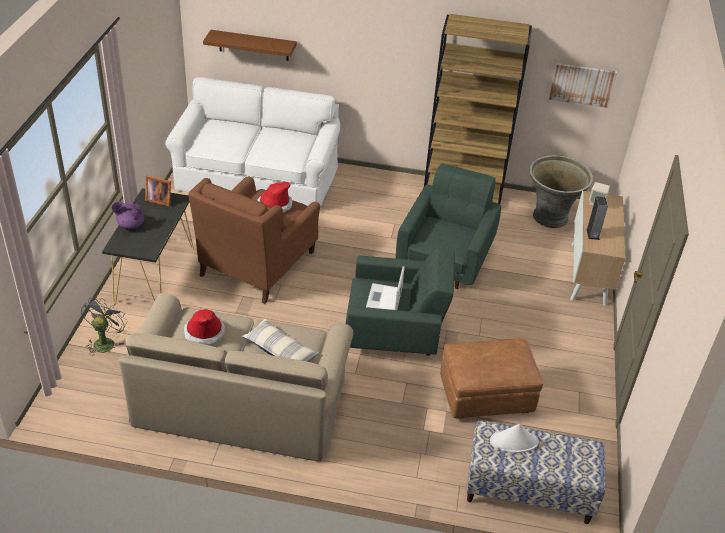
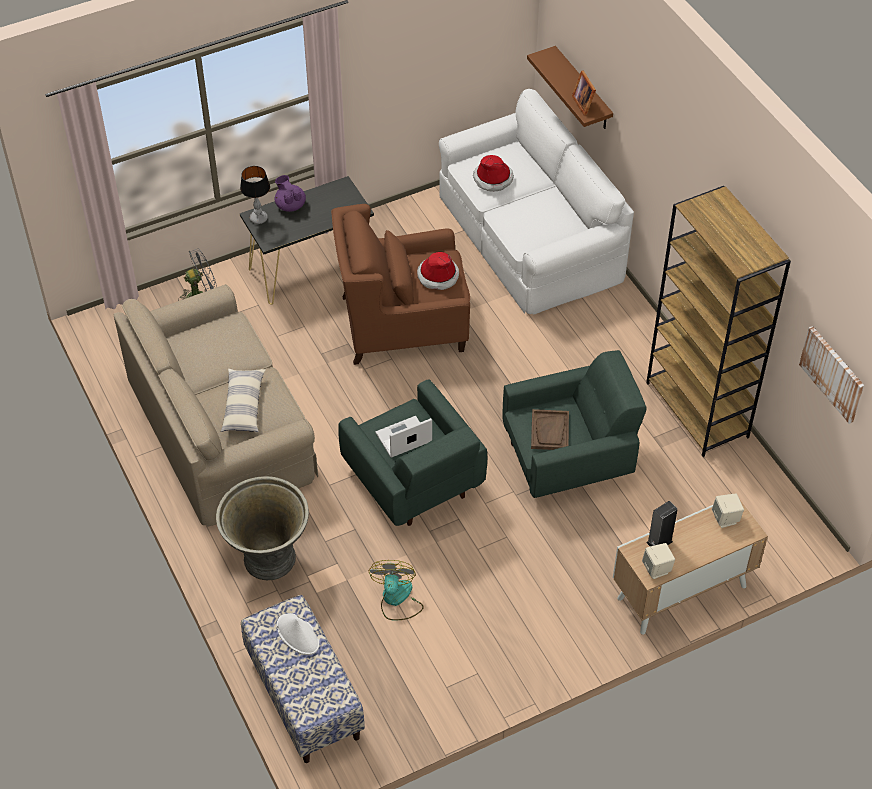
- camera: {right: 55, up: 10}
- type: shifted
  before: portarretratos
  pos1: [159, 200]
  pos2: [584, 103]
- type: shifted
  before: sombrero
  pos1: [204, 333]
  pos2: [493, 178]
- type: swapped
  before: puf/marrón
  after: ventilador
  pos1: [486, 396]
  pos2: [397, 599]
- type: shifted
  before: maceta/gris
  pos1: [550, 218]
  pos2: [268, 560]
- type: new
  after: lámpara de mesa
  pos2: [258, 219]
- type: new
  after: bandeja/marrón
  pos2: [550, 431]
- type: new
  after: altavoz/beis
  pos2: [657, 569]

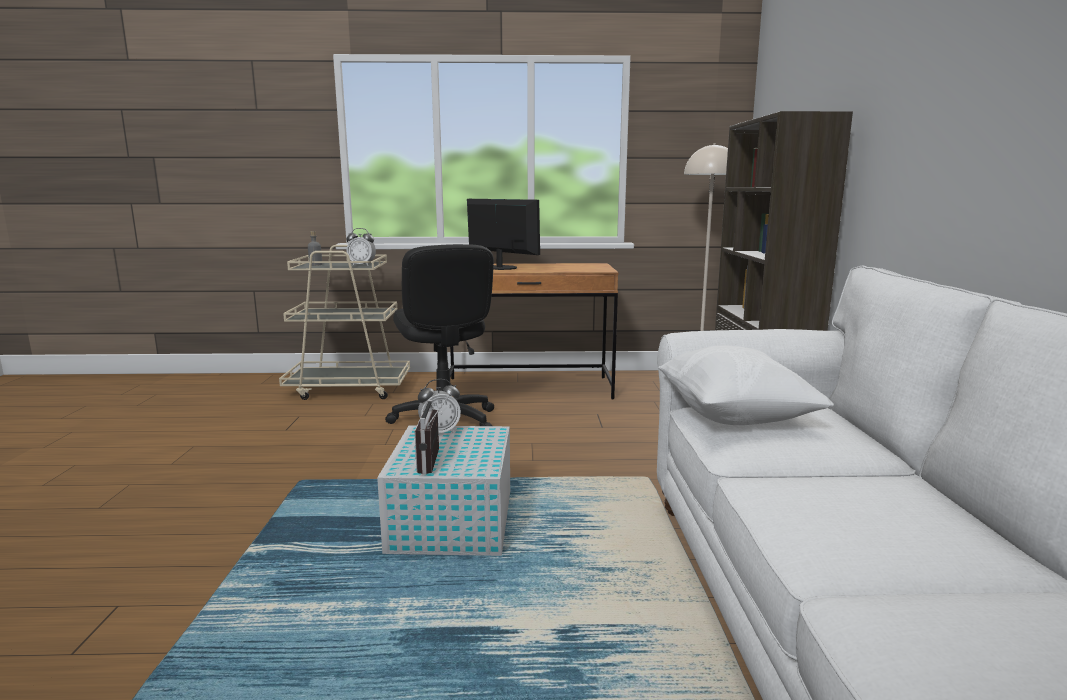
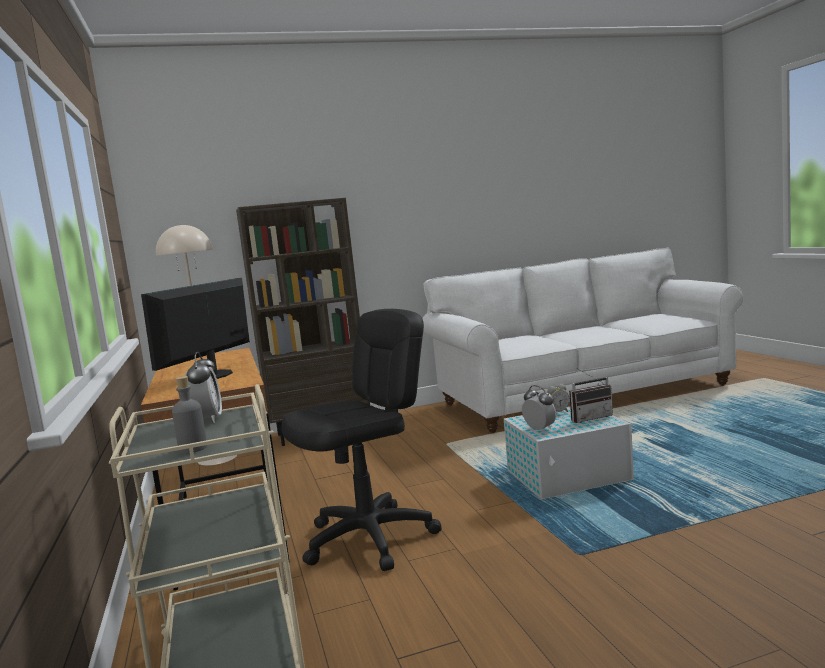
- camera: {right: -105, up: -5}
- type: gone
  before: cojín/blanco
  pos1: [733, 418]
- type: new
  after: despertador
  pos2: [557, 413]

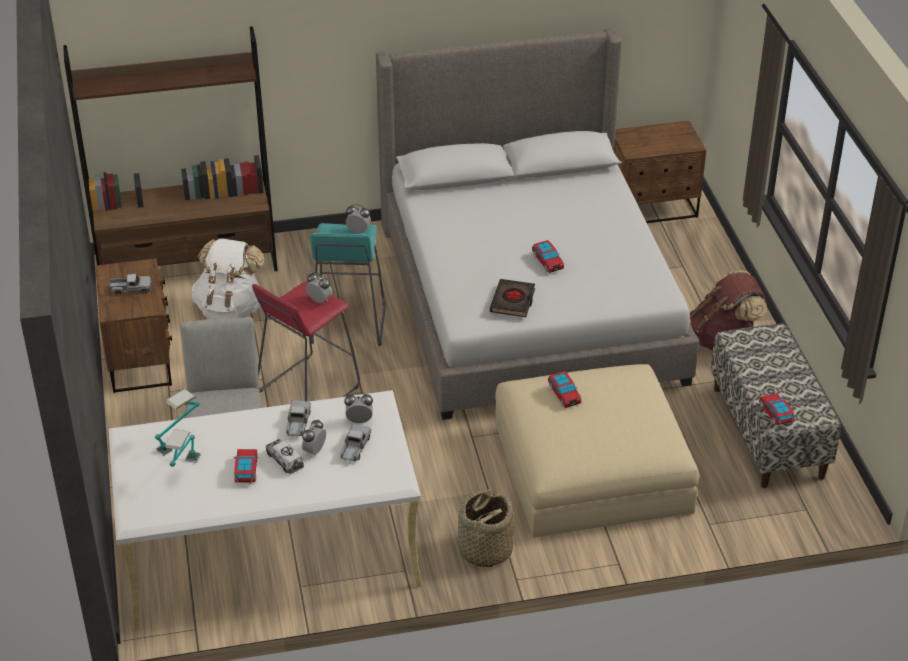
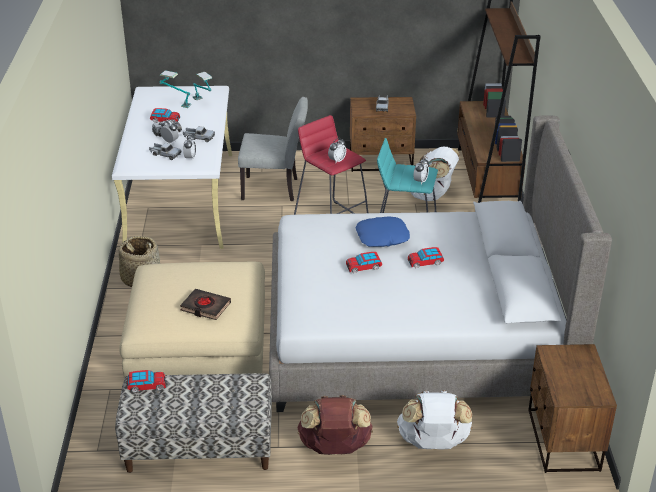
- camera: {right: 100, up: -5}
- type: shifted
  before: libro/negro
  pos1: [513, 301]
  pos2: [205, 307]
- type: shifted
  before: coche de juguete
  pos1: [564, 394]
  pos2: [425, 262]
- type: new
  after: cojín/azul
  pos2: [382, 237]
- type: new
  after: mochila/blanco
  pos2: [433, 443]

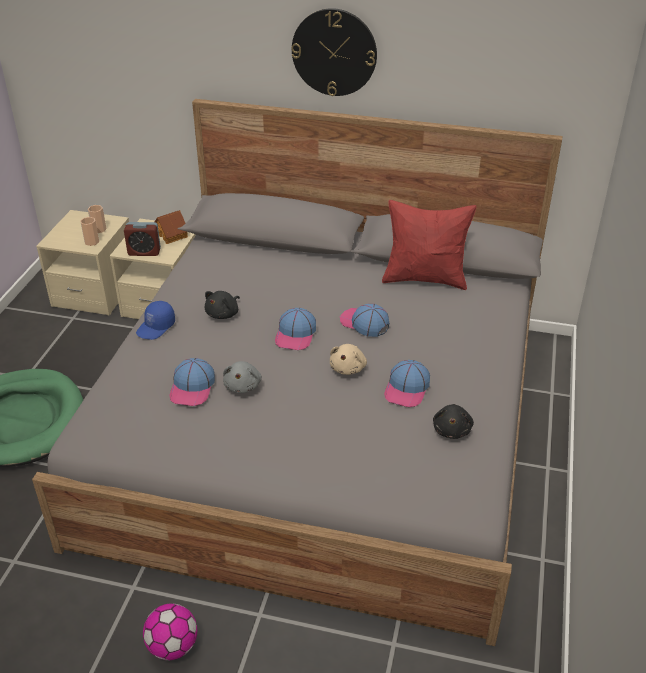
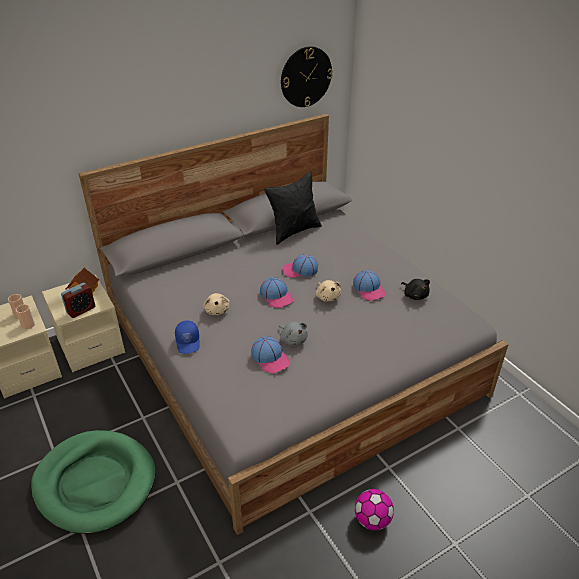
- camera: {right: -45, up: 0}
- type: repainted
  before: peluche/negro
  after: peluche/beis
  pos1: [223, 314]
  pos2: [217, 310]
- type: shifted
  before: reloj de pared
  pos1: [334, 52]
  pos2: [306, 77]
- type: repainted
  before: cojín/rojo
  after: cojín/negro
  pos1: [425, 279]
  pos2: [294, 231]

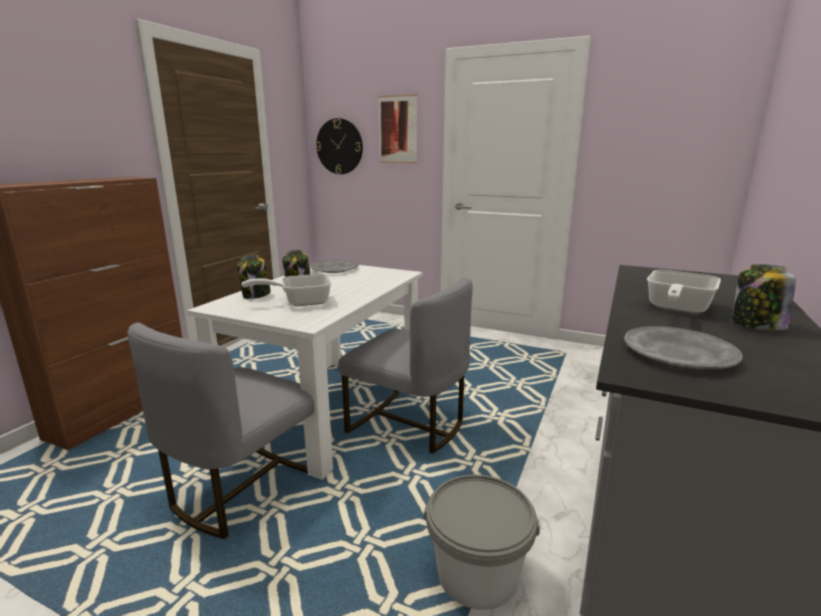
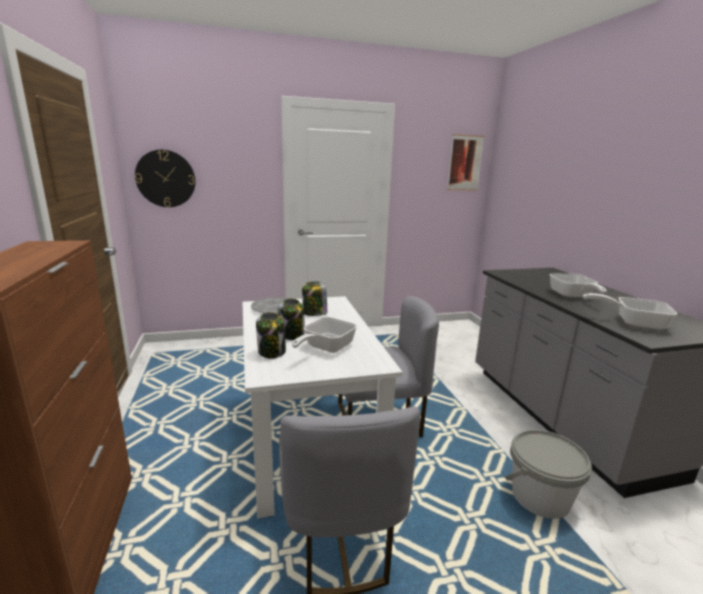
- camera: {right: -40, up: 0}
- type: shifted
  before: cuadro
  pos1: [398, 129]
  pos2: [465, 163]
- type: swapped
  before: plato/gris
  after: sartén
  pos1: [678, 353]
  pos2: [632, 322]
- type: shifted
  before: tarro
  pos1: [756, 325]
  pos2: [314, 313]

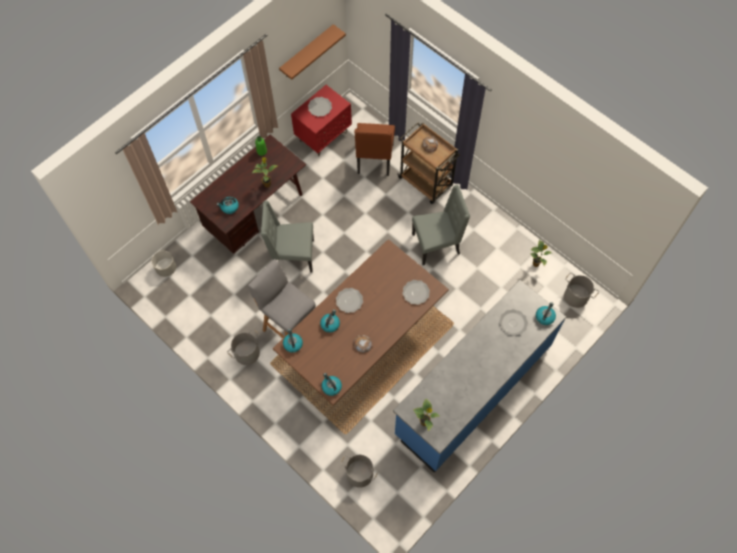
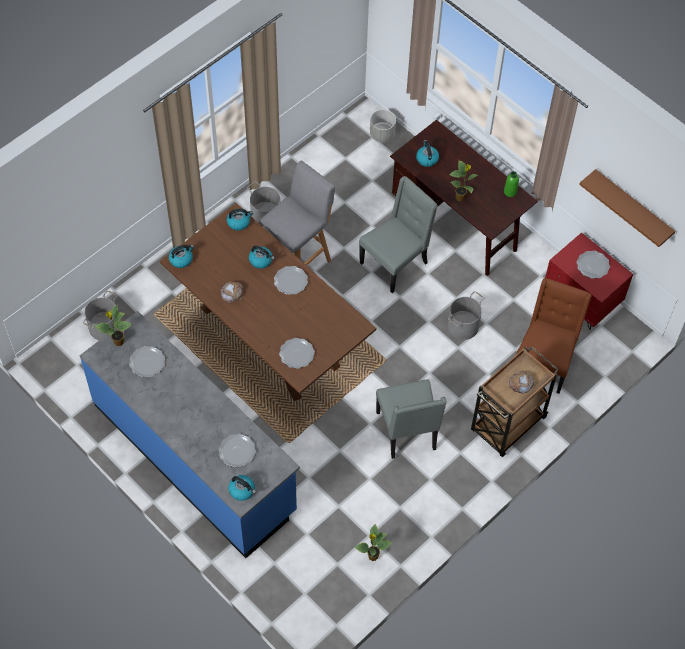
- camera: {right: 90, up: -5}
- type: rotated
  before: silla/gris
  pos1: [292, 256]
  pos2: [395, 263]
  turn: 45
- type: rotated
  before: silla/marrón
  pos1: [374, 160]
  pos2: [544, 362]
  turn: 105
- type: shifted
  before: cubo/gris
  pos1: [575, 296]
  pos2: [462, 326]
- type: new
  after: plato
  pos2: [147, 362]

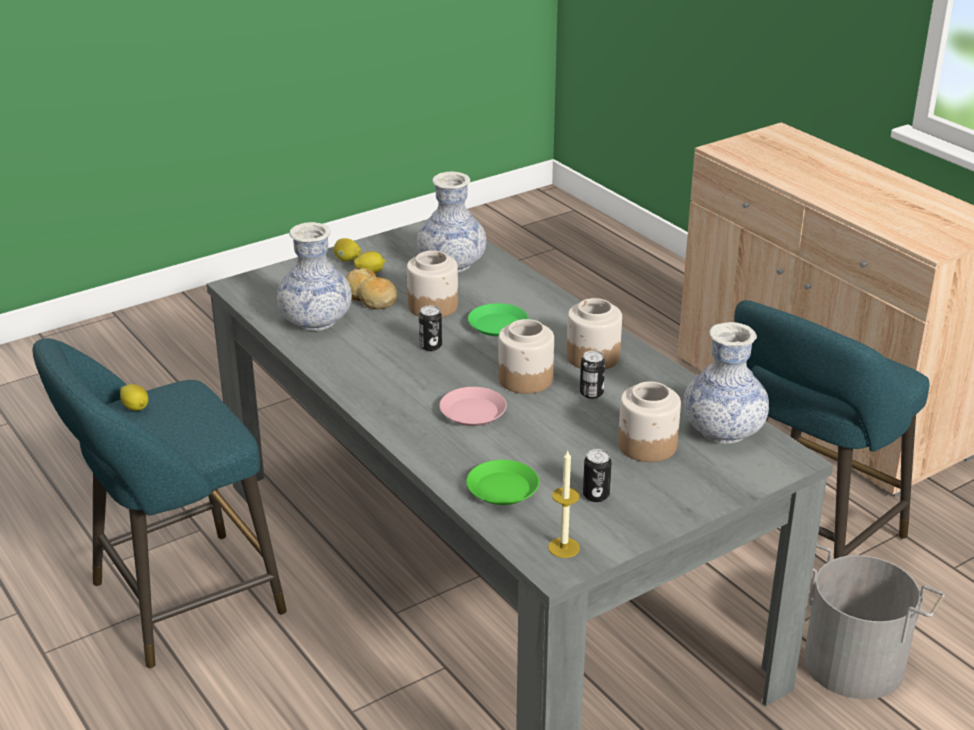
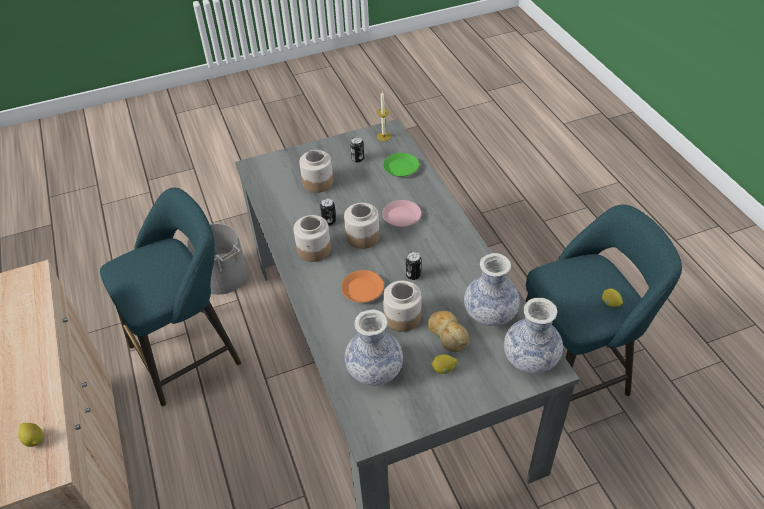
- camera: {right: -165, up: 15}
- type: shifted
  before: limón
  pos1: [347, 260]
  pos2: [34, 439]
- type: repainted
  before: plato/verde
  after: plato/naranja
  pos1: [498, 325]
  pos2: [362, 289]
- type: shifted
  before: florero
  pos1: [723, 431]
  pos2: [530, 358]

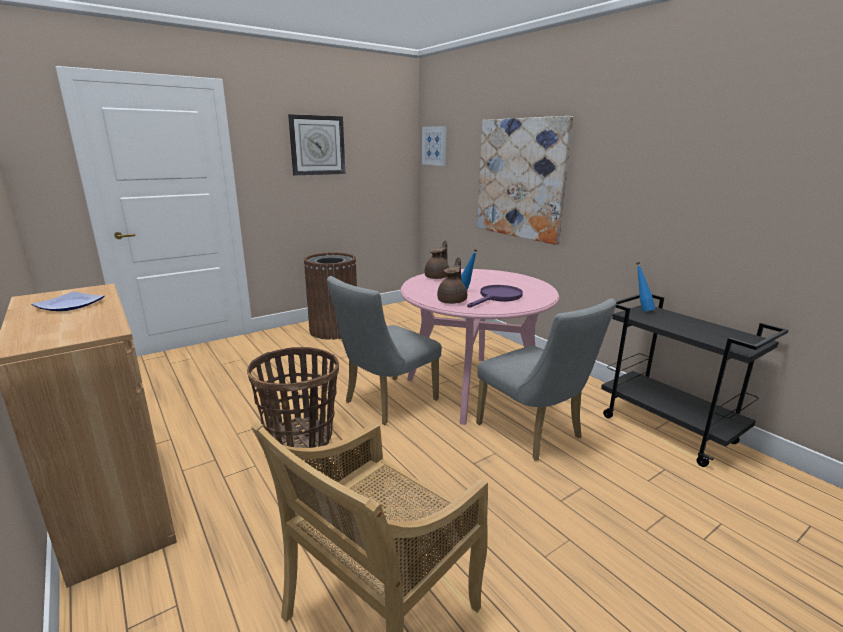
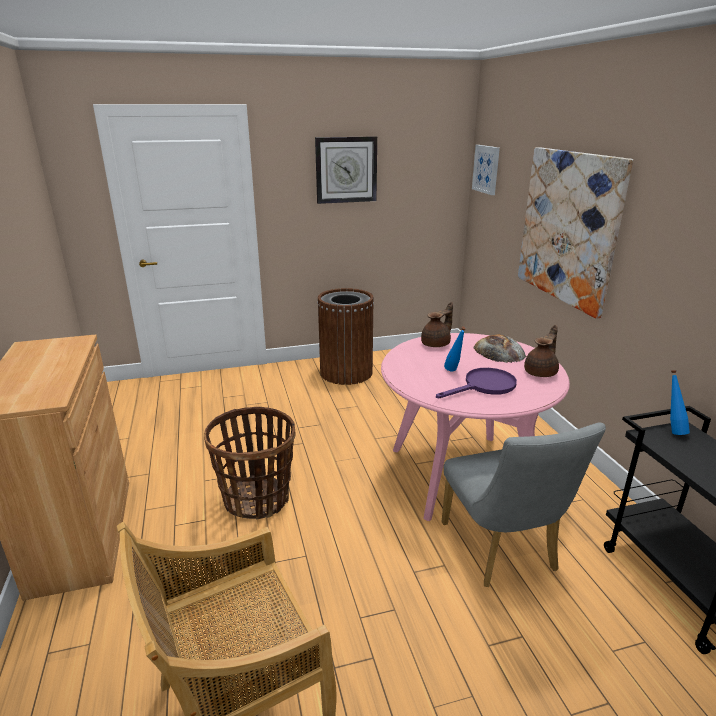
- camera: {right: 20, up: 5}
- type: gone
  before: plato
  pos1: [71, 305]
- type: gone
  before: silla/gris
  pos1: [385, 403]
- type: shifted
  before: tetera/marrón
  pos1: [453, 301]
  pos2: [541, 372]
- type: new
  after: pan
  pos2: [499, 352]

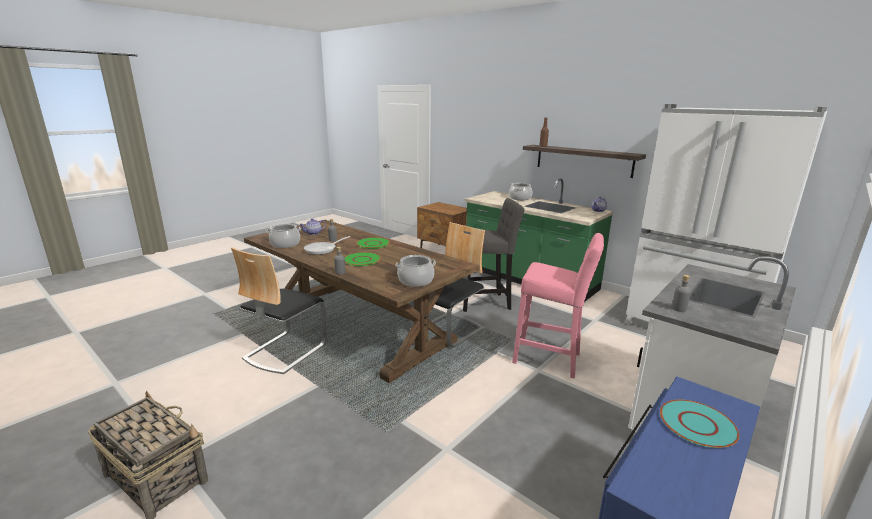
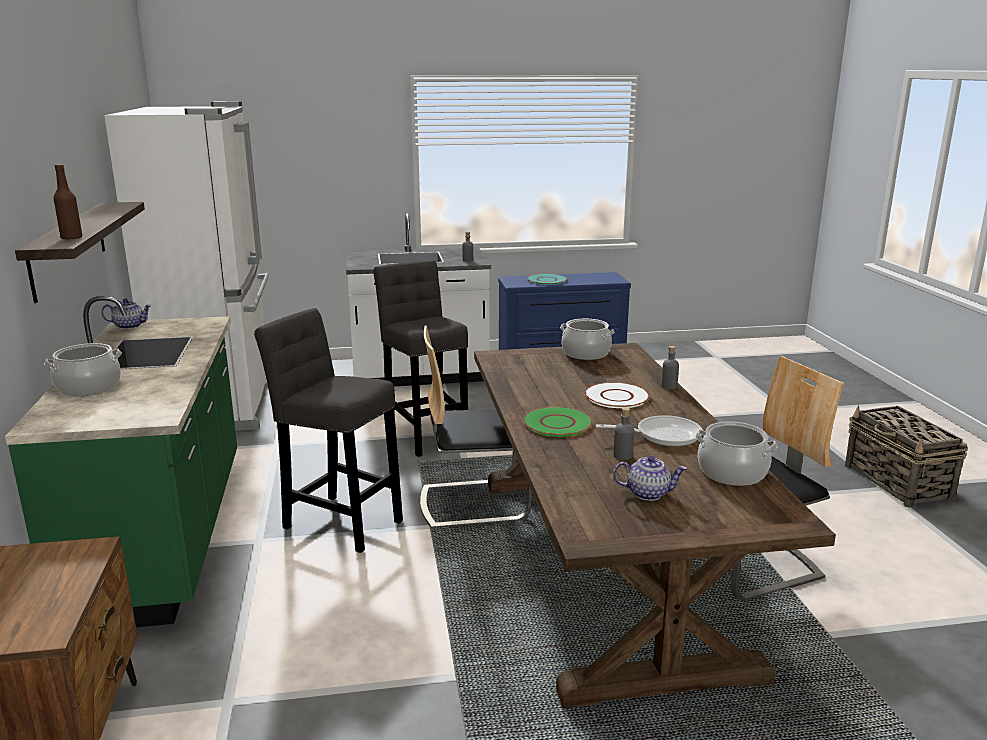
- camera: {right: -140, up: 0}
- type: repainted
  before: plato/verde
  after: plato/blanco
  pos1: [362, 260]
  pos2: [616, 397]
- type: repainted
  before: taburete/rosa
  after: taburete/gris
  pos1: [550, 360]
  pos2: [425, 434]

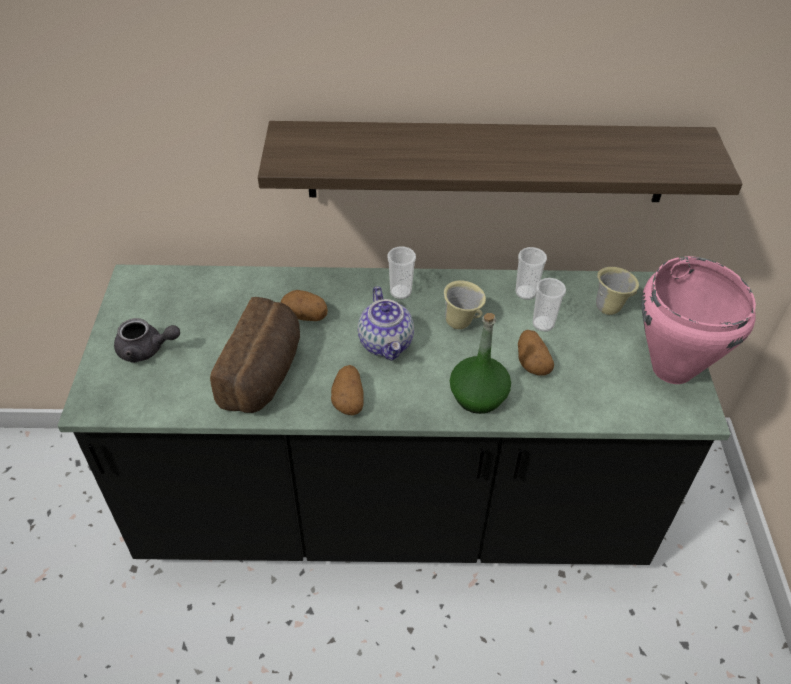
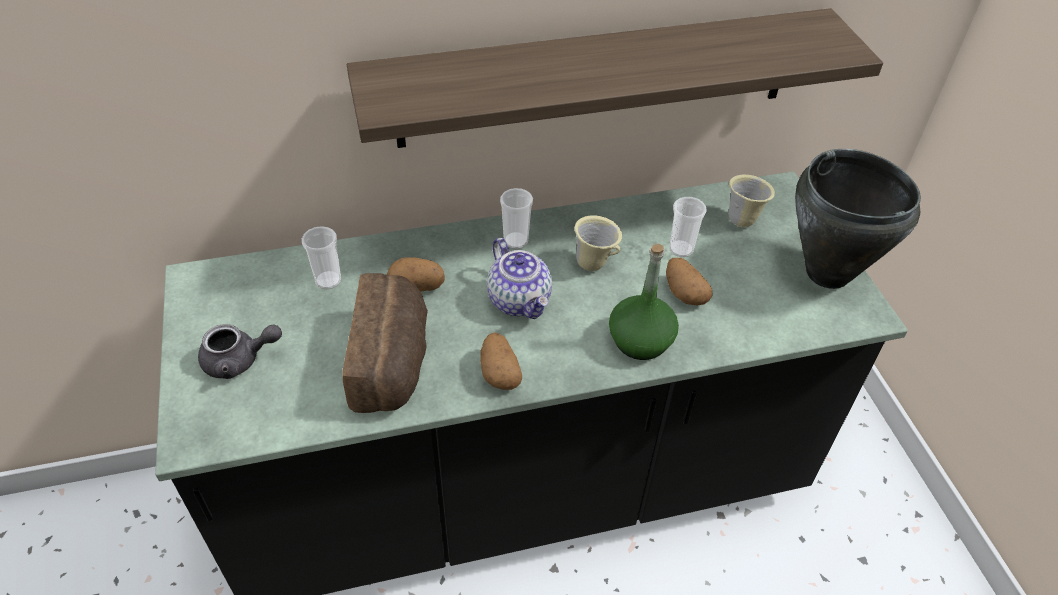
- camera: {right: -15, up: 0}
- type: shifted
  before: taza
  pos1: [526, 292]
  pos2: [328, 280]
- type: repainted
  before: olla/rosa
  after: olla/negro
  pos1: [671, 369]
  pos2: [827, 274]

